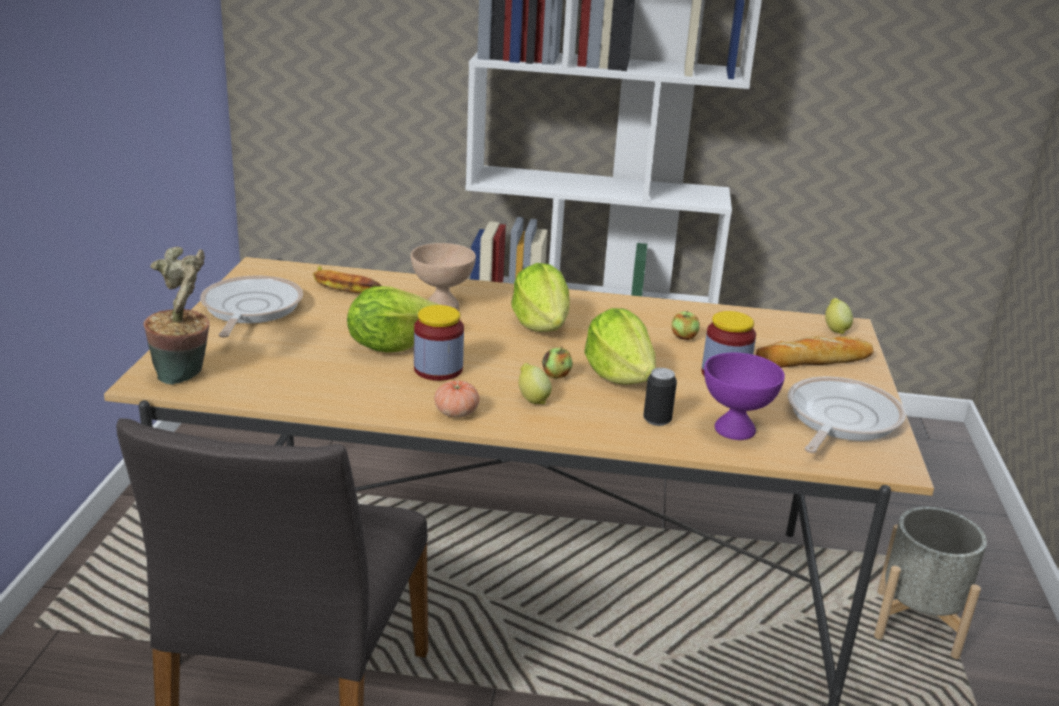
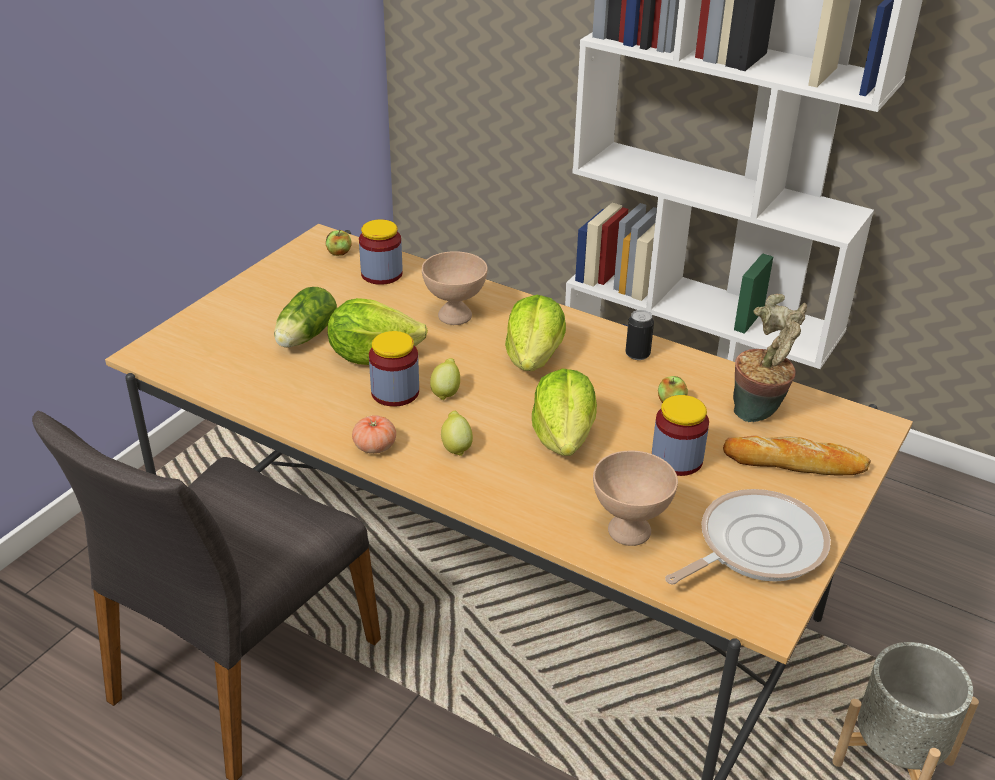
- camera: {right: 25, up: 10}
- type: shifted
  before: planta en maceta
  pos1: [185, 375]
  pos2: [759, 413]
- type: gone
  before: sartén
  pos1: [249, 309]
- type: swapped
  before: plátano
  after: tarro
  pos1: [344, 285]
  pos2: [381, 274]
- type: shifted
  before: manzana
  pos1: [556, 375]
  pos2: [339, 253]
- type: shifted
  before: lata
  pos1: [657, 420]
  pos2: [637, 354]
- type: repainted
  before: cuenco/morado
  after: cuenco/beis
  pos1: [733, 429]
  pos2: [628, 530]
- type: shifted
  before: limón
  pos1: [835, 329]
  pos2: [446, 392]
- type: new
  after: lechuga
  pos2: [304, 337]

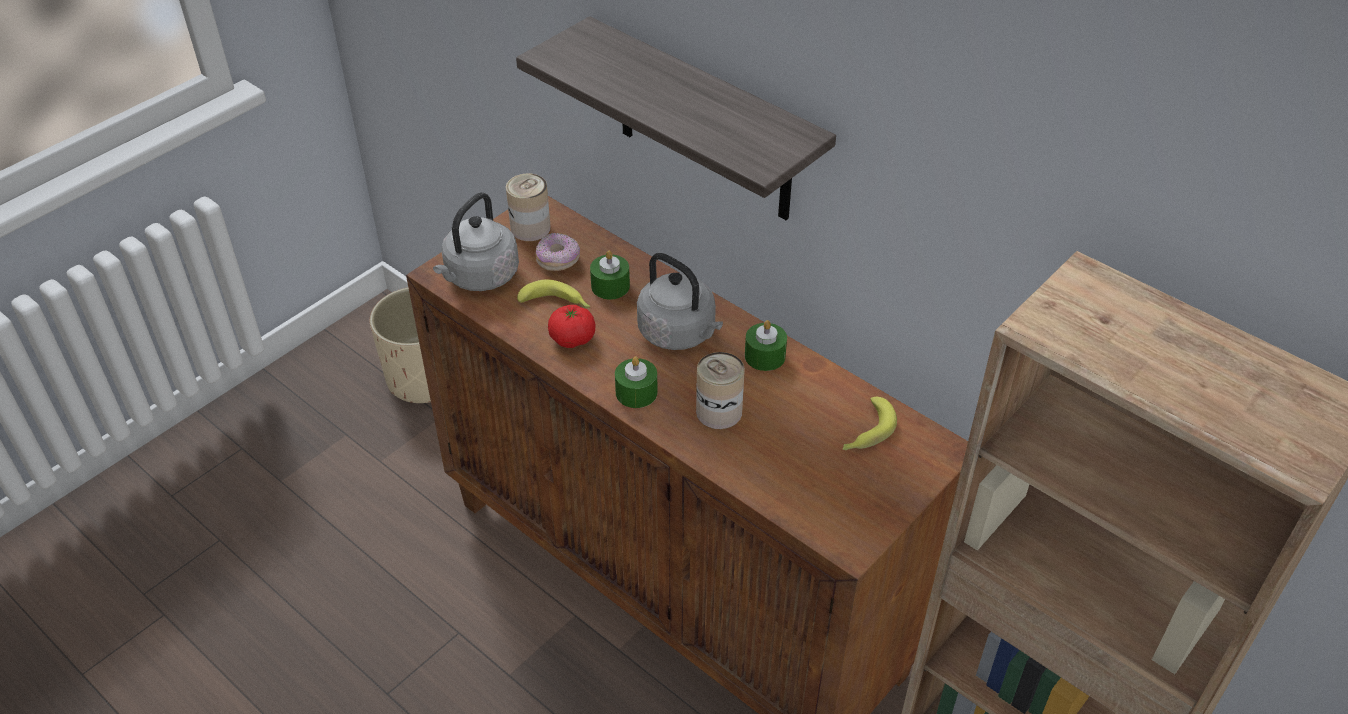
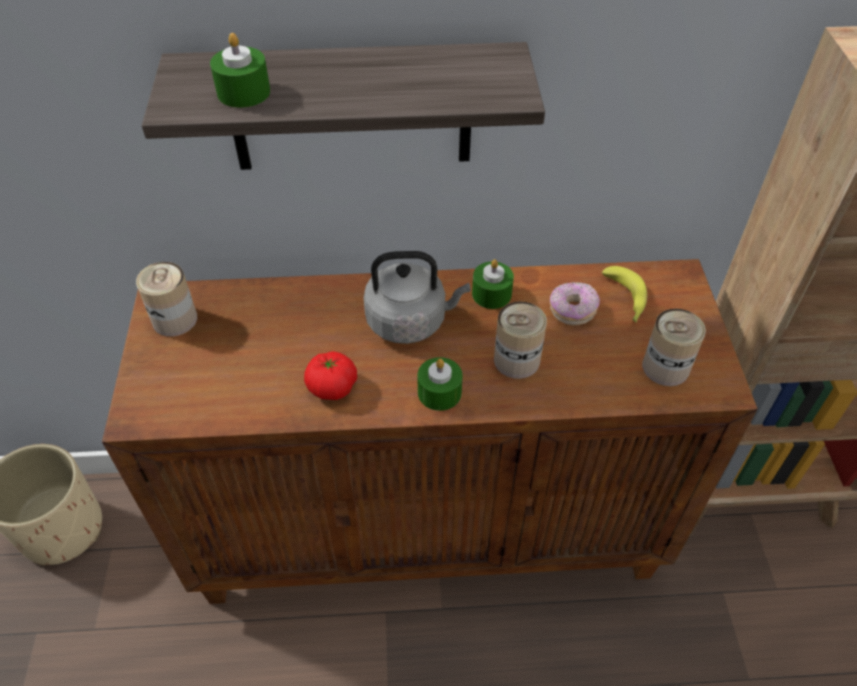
- camera: {right: -45, up: 5}
- type: gone
  before: hervidor/gris
  pos1: [479, 277]
- type: gone
  before: plátano
  pos1: [556, 304]
- type: shifted
  before: rosquilla
  pos1: [558, 260]
  pos2: [572, 311]
- type: shifted
  before: vela/verde
  pos1: [610, 286]
  pos2: [243, 92]
- type: new
  after: lata
  pos2: [665, 367]

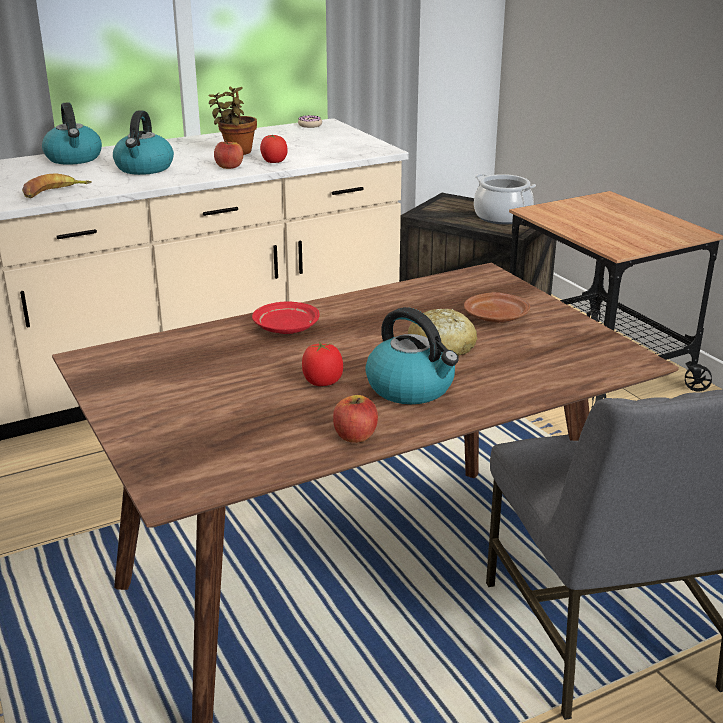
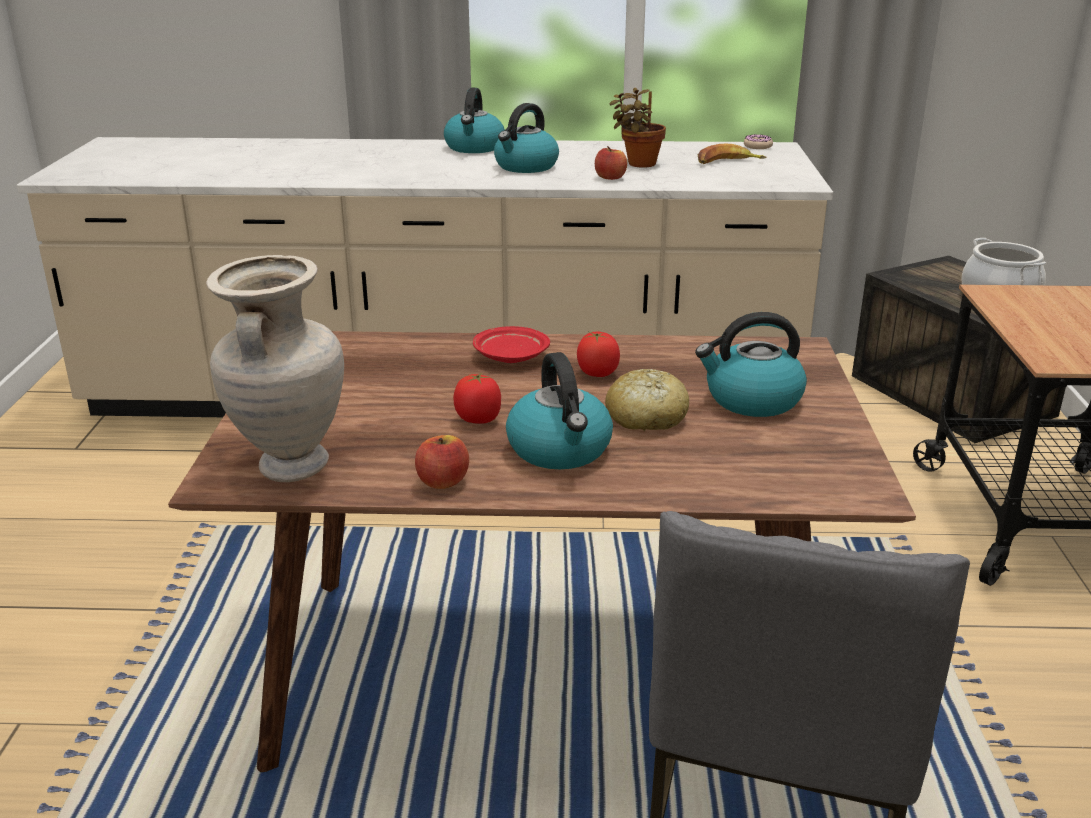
- camera: {right: 30, up: 0}
- type: shifted
  before: plátano
  pos1: [54, 192]
  pos2: [727, 162]
- type: shifted
  before: tomate
  pos1: [274, 162]
  pos2: [597, 373]
- type: swapped
  before: plato/marrón
  after: hervidor
  pos1: [496, 318]
  pos2: [751, 400]
- type: new
  after: florero/beis
  pos2: [290, 467]

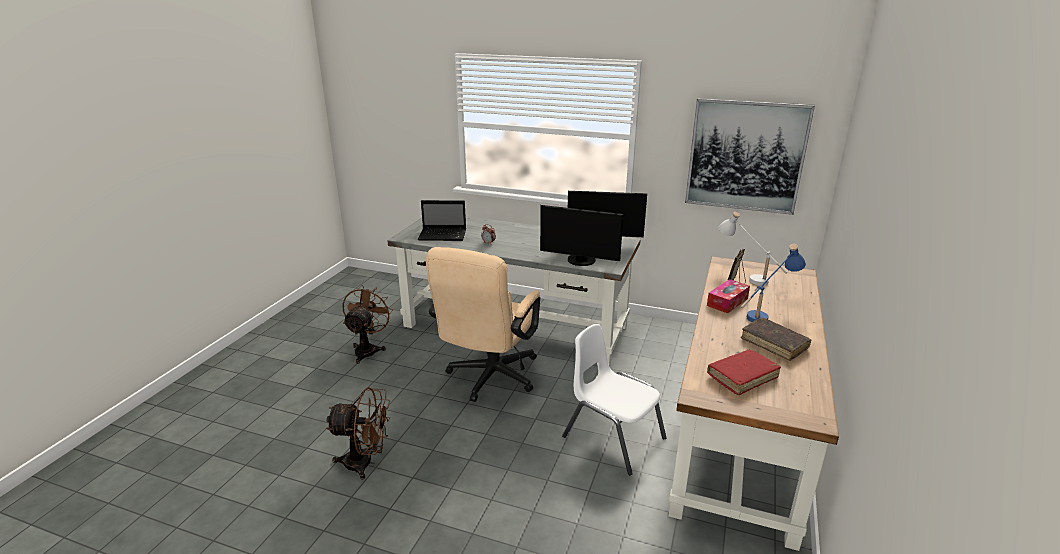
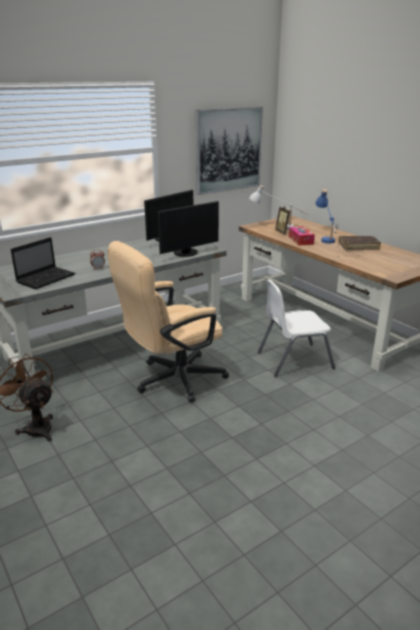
- camera: {right: -55, up: 0}
- type: gone
  before: ventilador/marrón
  pos1: [366, 463]
- type: rotated
  before: silla de oficina/beis
  pos1: [489, 379]
  pos2: [172, 380]
  turn: 90
- type: gone
  before: libro/rojo
  pos1: [742, 377]

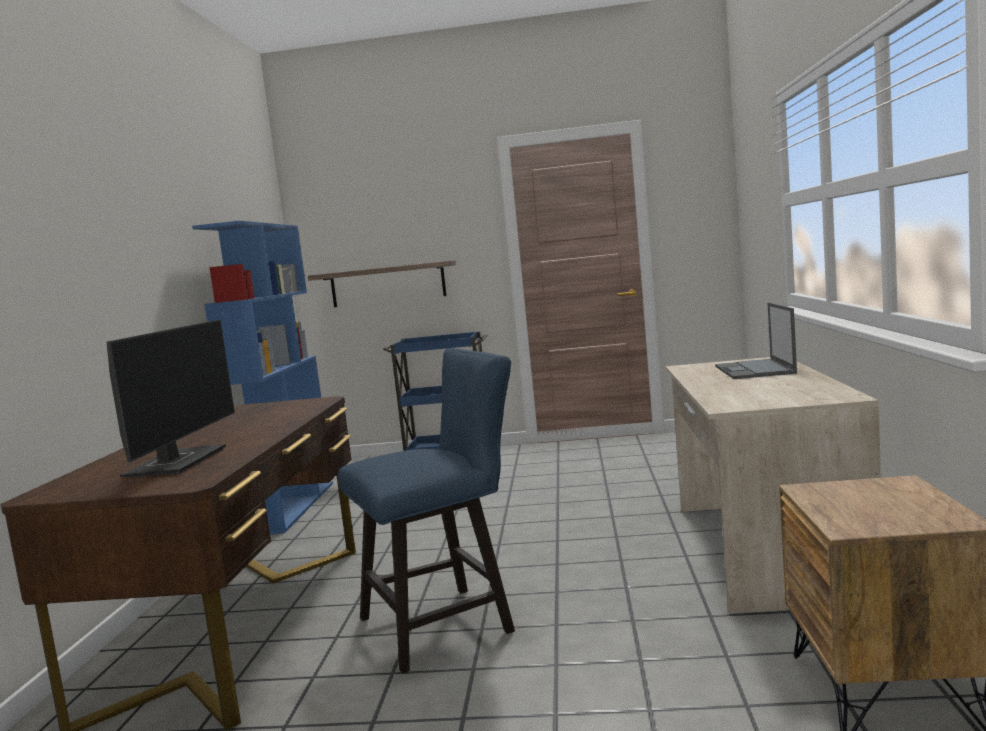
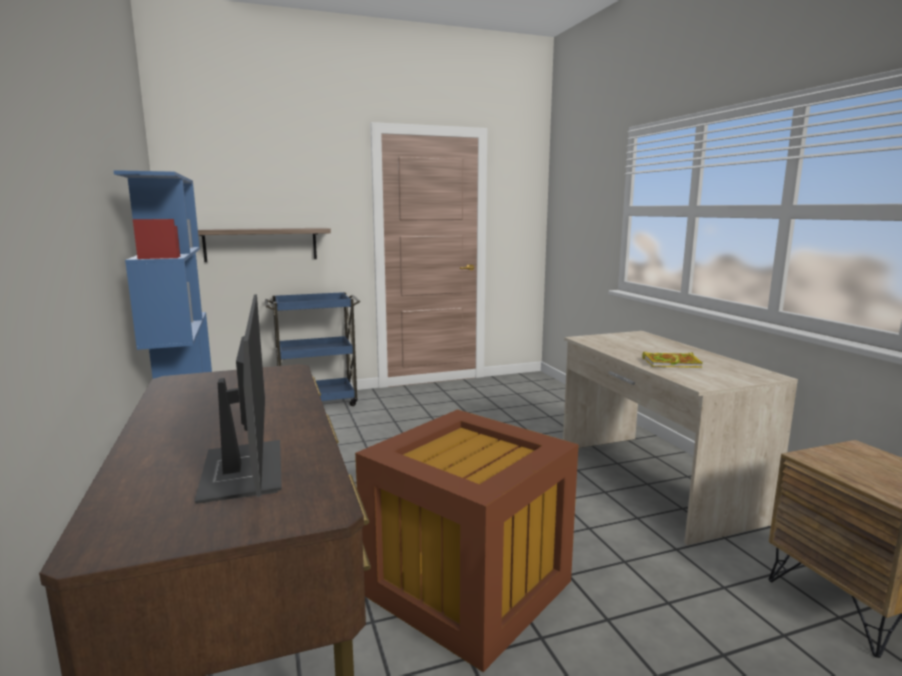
- camera: {right: -25, up: 5}
- type: swapped
  before: silla/azul
  after: caja de almacenaje/marrón
  pos1: [447, 623]
  pos2: [471, 587]
- type: gone
  before: portátil
  pos1: [755, 370]
- type: new
  after: libro
  pos2: [672, 363]

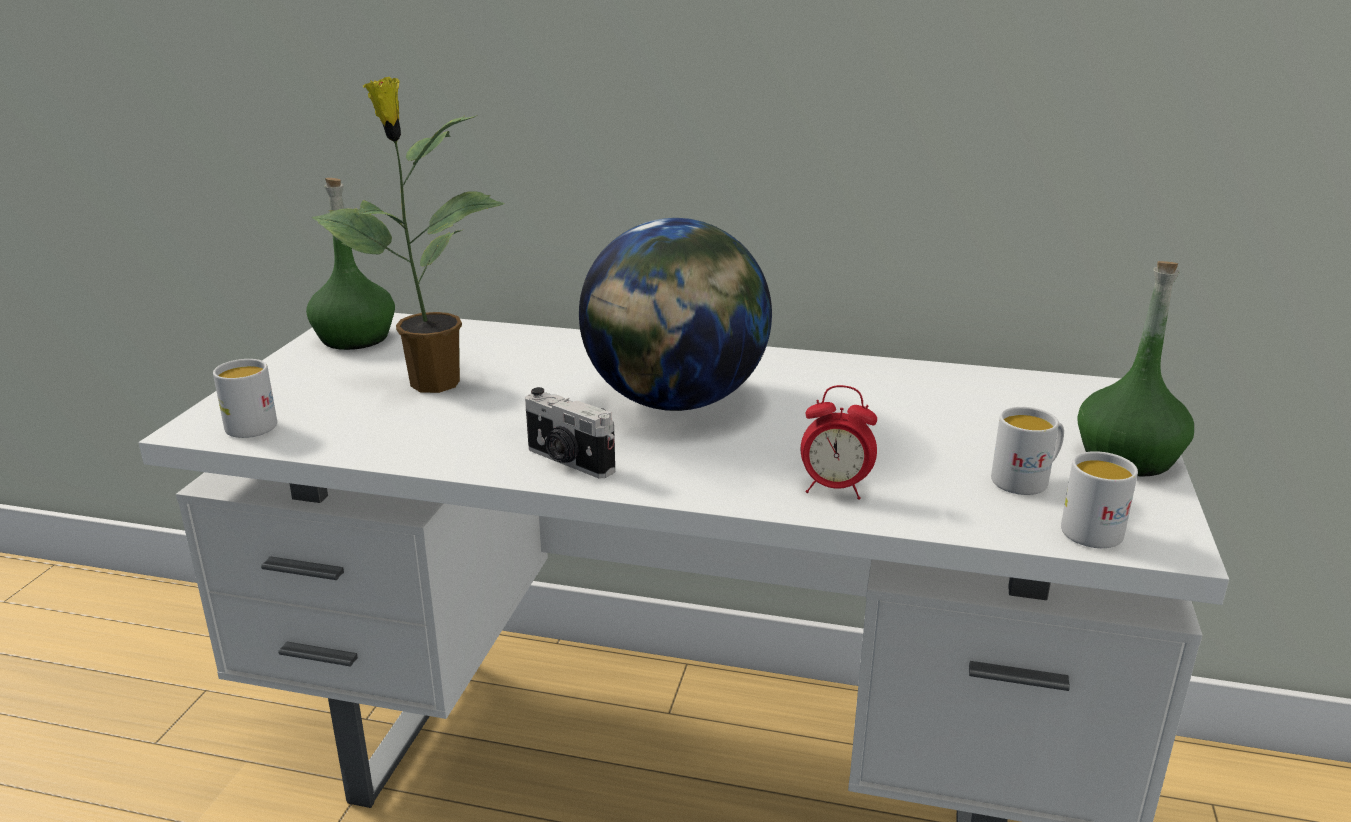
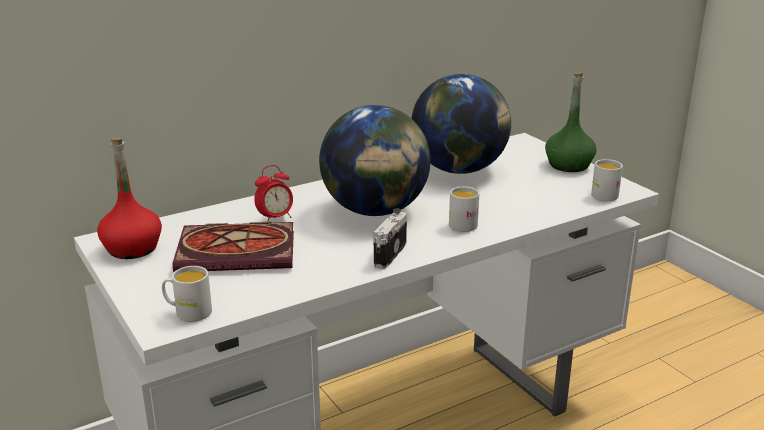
- camera: {right: -45, up: 0}
- type: repainted
  before: botella/verde
  after: botella/rojo
  pos1: [355, 338]
  pos2: [132, 248]
- type: swapped
  before: planta en maceta
  after: libro
  pos1: [431, 384]
  pos2: [240, 251]
- type: rotated
  before: cámara
  pos1: [568, 461]
  pos2: [388, 254]
  turn: 120
- type: shifted
  before: despertador
  pos1: [834, 489]
  pos2: [275, 218]
- type: shifted
  before: taza grande/blanco
  pos1: [1027, 479]
  pos2: [464, 223]
- type: new
  after: globo terráqueo
  pos2: [459, 169]

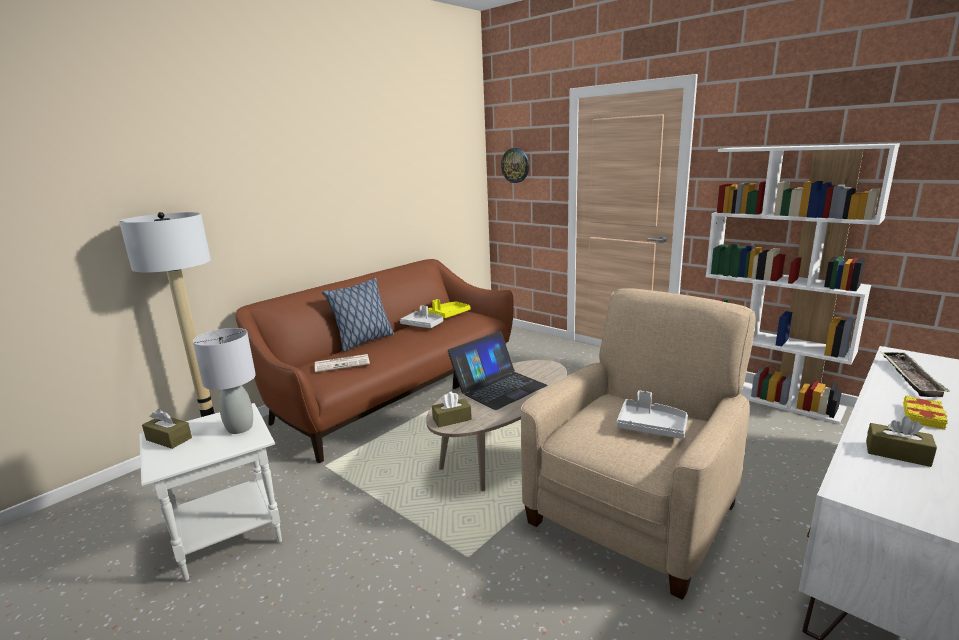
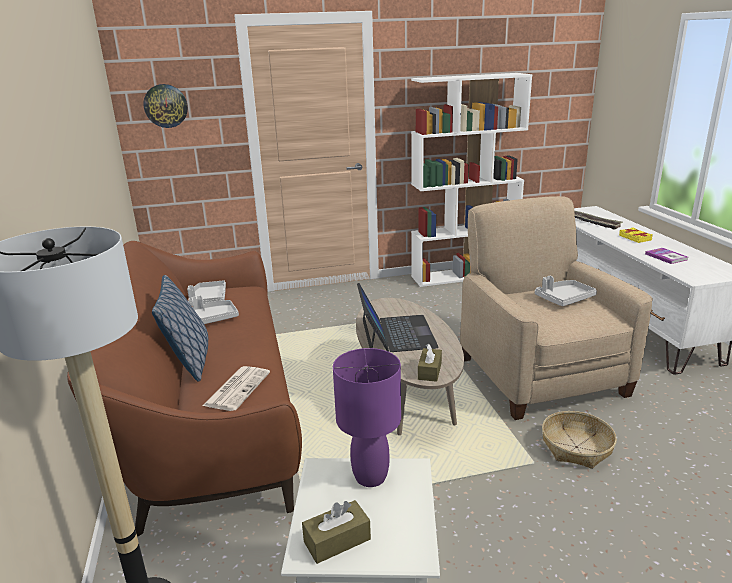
- camera: {right: -55, up: 5}
- type: repainted
  before: lámpara de mesa/gris
  after: lámpara de mesa/morado
  pos1: [239, 428]
  pos2: [370, 477]
- type: repainted
  before: bandeja/amarillo
  after: bandeja/gris
  pos1: [448, 314]
  pos2: [208, 299]
- type: swapped
  before: caja de pañuelos/marrón
  after: libro
  pos1: [897, 453]
  pos2: [666, 257]
- type: new
  after: cesta
  pos2: [576, 447]

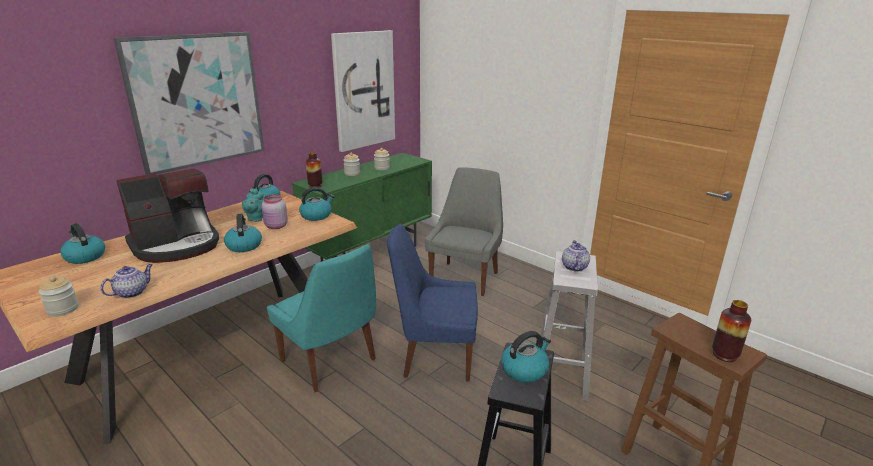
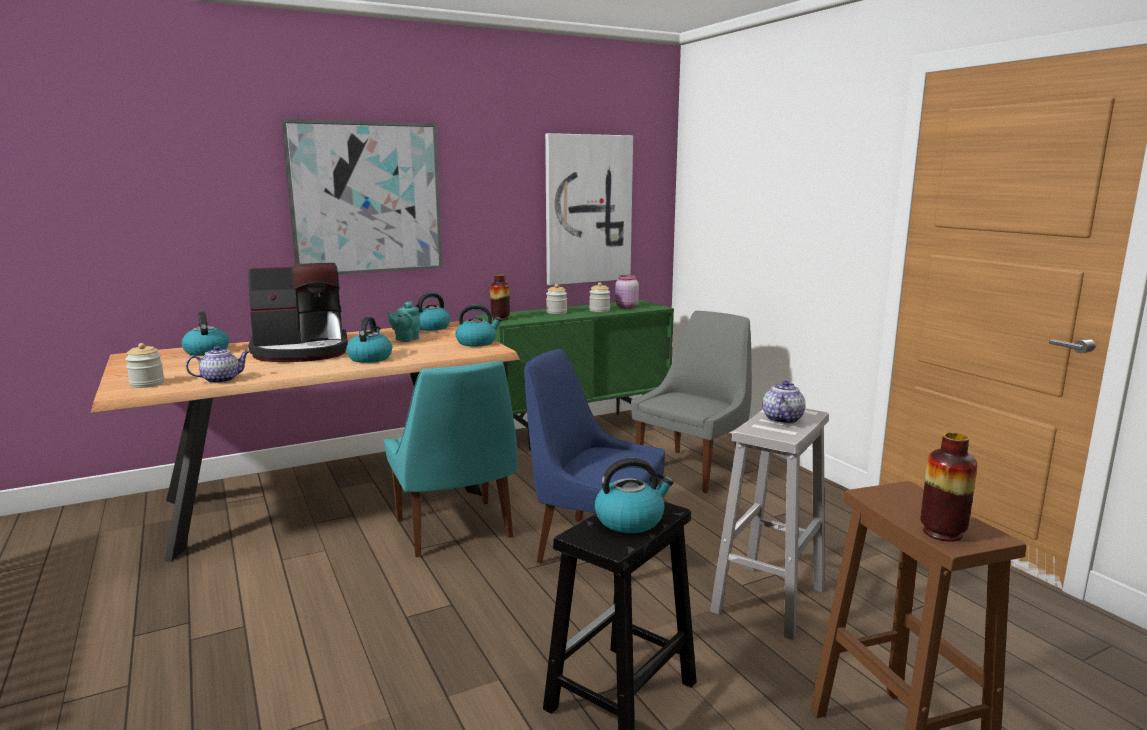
- camera: {right: 20, up: -10}
- type: shifted
  before: tarro/rosa
  pos1: [276, 226]
  pos2: [626, 307]

